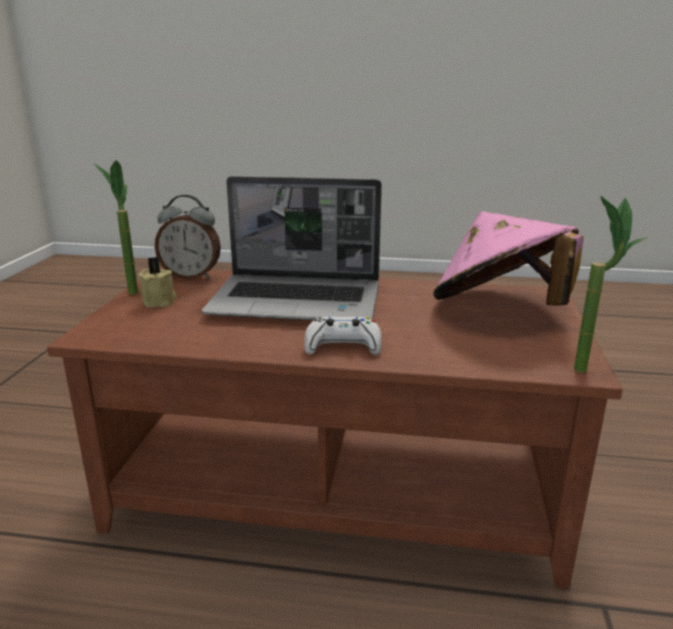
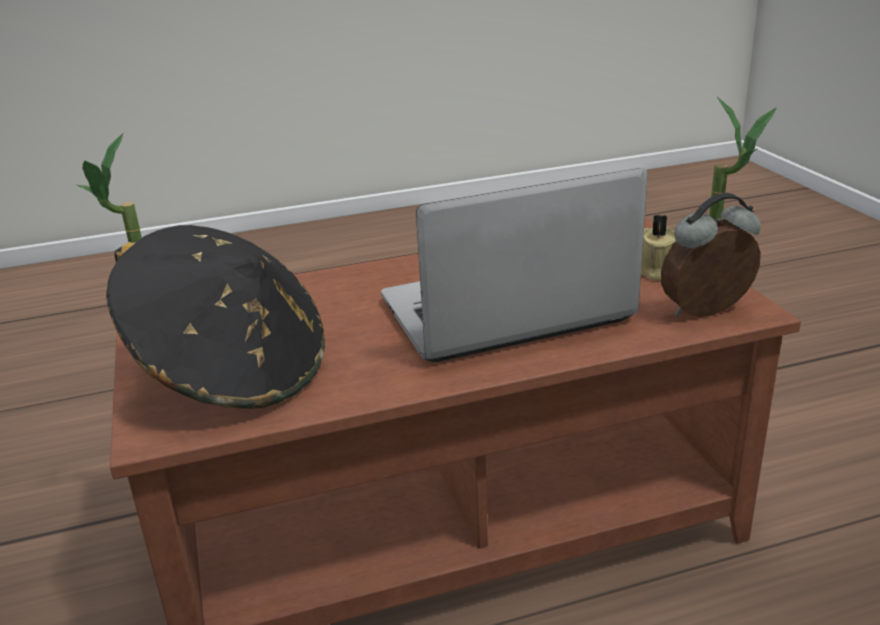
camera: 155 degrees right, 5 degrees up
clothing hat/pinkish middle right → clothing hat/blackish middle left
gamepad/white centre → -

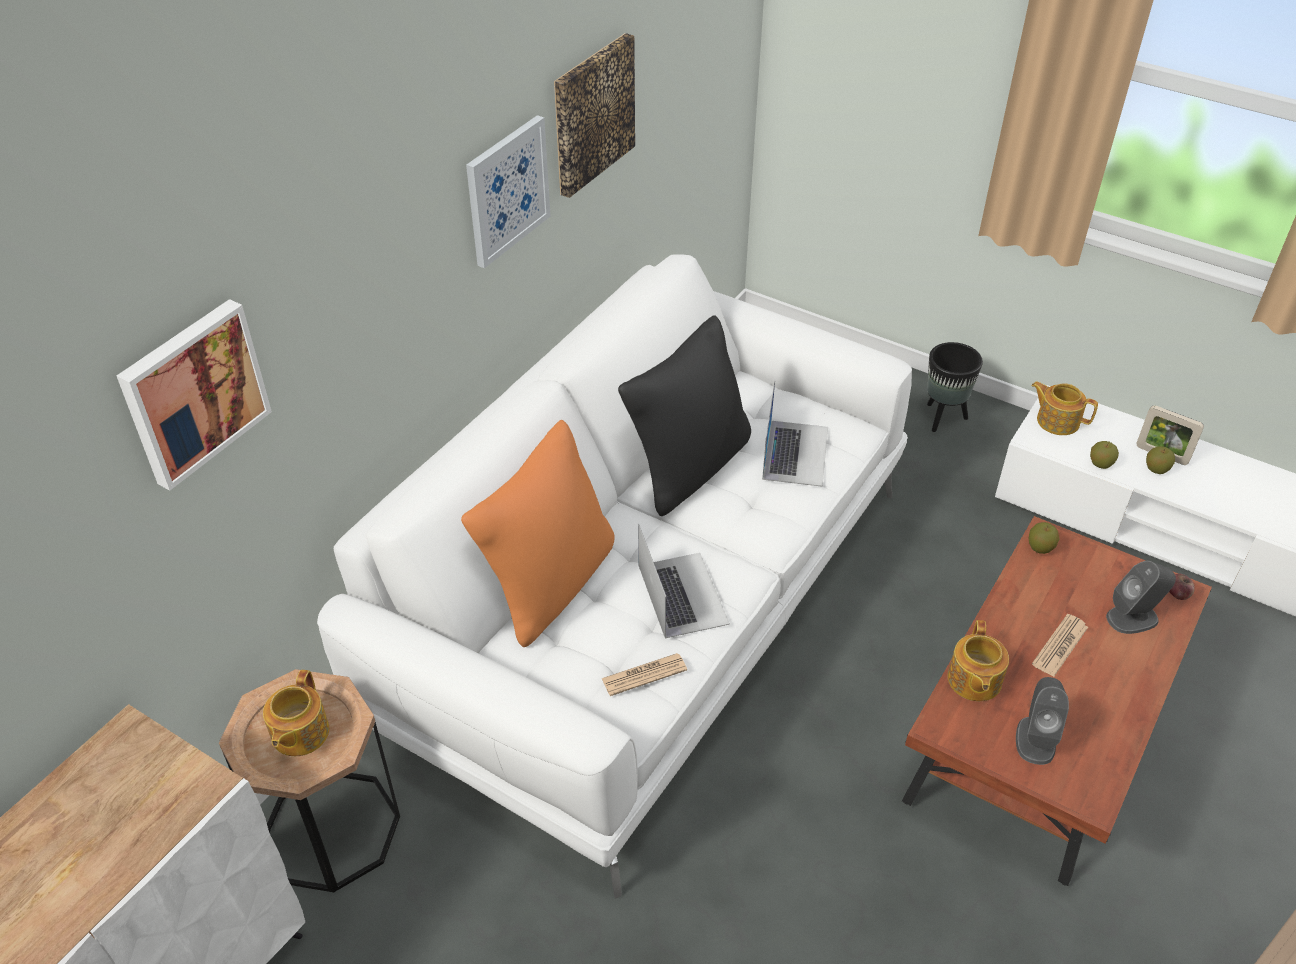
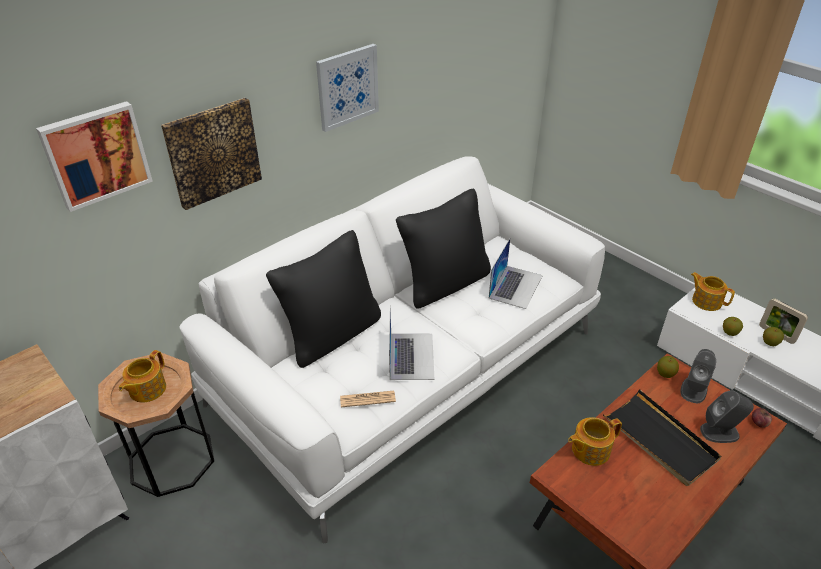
camera: 15 degrees right, 5 degrees down
picture (3rd from left in the first image) top centre → picture (2nd from left) top left, moved
flower pot/blackish middle right → -
throw pillow/orange centre → throw pillow/blackish (1st from left) centre
daily paper (2nd from left) bottom right → tray/blackish bottom right
teapot (2nd from left) bottom right, 45 degrees clockwise
loudspeaker/grey (1st from left) bottom right → loudspeaker/grey (1st from left) middle right, moved

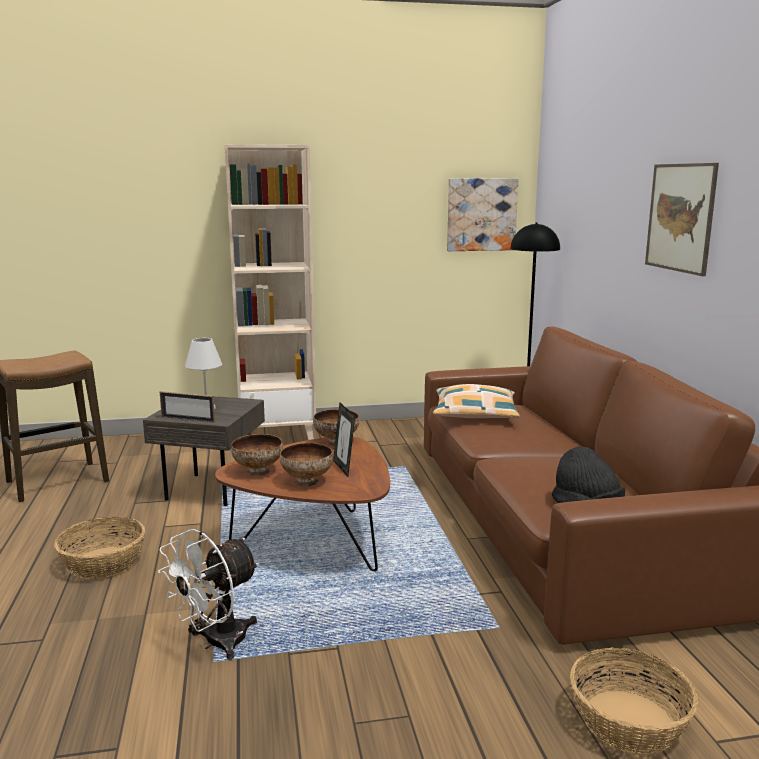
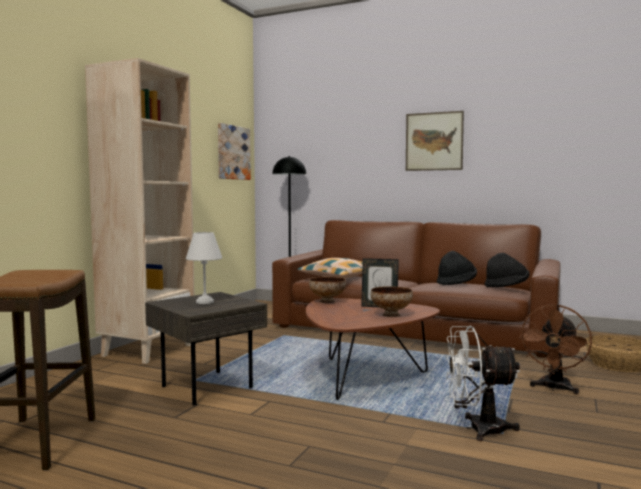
camera: 55 degrees left, 10 degrees down
standing frame (1st from left) middle left → -
serving bowl (1st from left) centre → -
basket (1st from left) bottom left → -
electric fan/white bottom left → electric fan/white bottom right, 105 degrees clockwise
- → clothing hat/blackish (1st from left) middle right
- → electric fan/brown-coloured bottom right

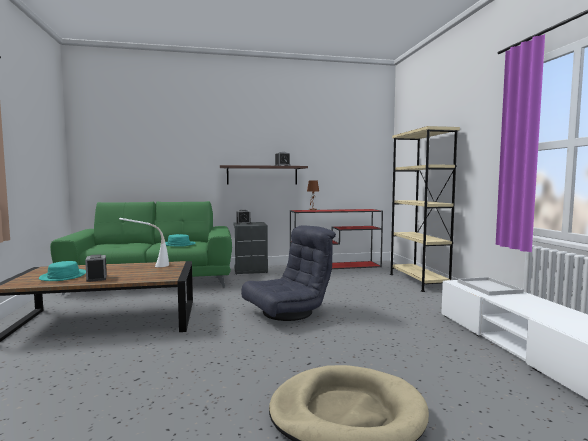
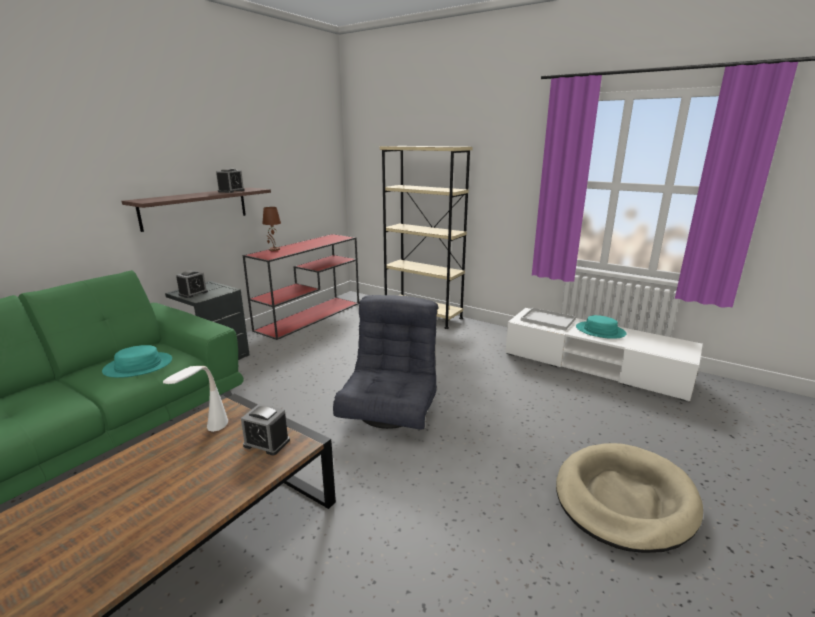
camera: 45 degrees left, 15 degrees up
alarm clock (1st from left in the first image) middle left → alarm clock (3rd from left) bottom left, moved
clothing hat/blue-green (1st from left in the first image) middle left → clothing hat/blue-green (2nd from left) middle right, moved

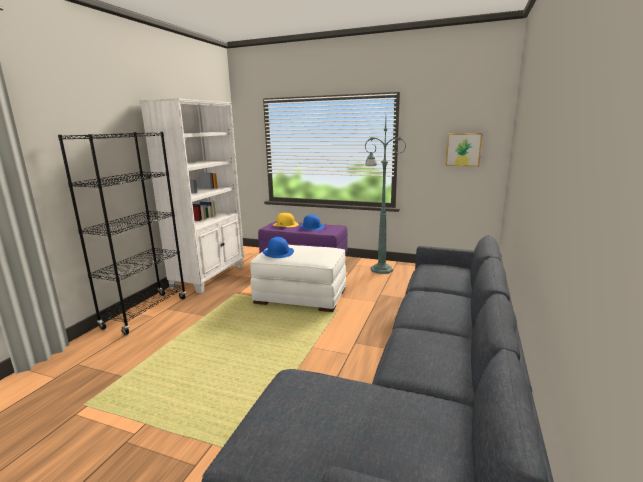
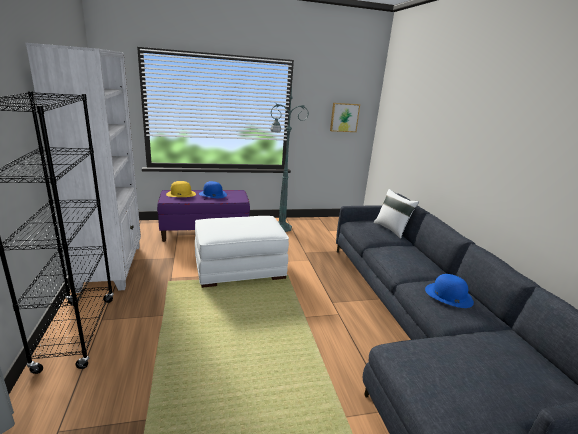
camera: 35 degrees left, 5 degrees up
clothing hat/blue (1st from left in the first image) centre → clothing hat/blue (2nd from left) bottom right, moved
- → throw pillow/white middle right

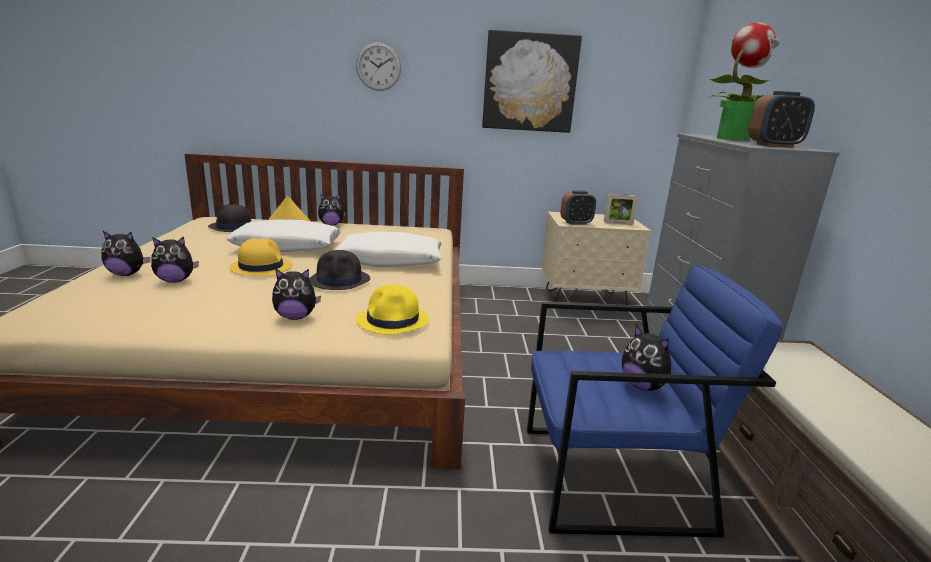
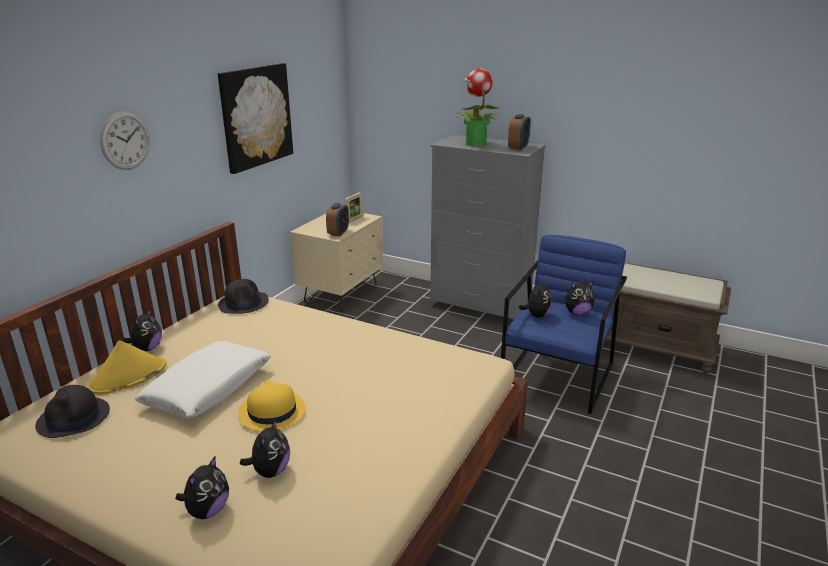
camera: 60 degrees left, 5 degrees up
throw pillow/white (2nd from left) centre → -
clothing hat/blackish (2nd from left) centre → clothing hat/blackish (2nd from left) middle left, moved
plush toy (3rd from left in the first image) middle left → plush toy (4th from left) centre, moved
clothing hat/yellow (3rd from left) centre → -

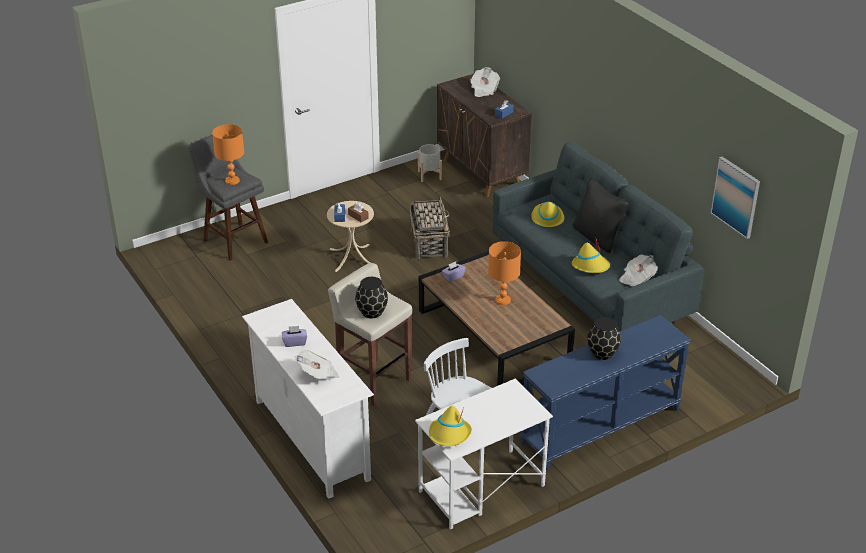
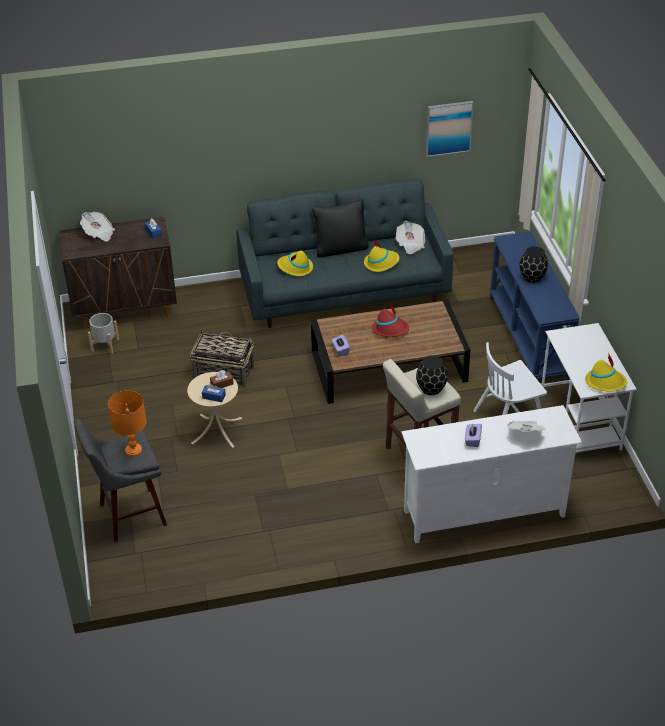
camera: 70 degrees left, 5 degrees up
tabletop lamp/orange (2nd from left) centre → clothing hat/red-coloured centre

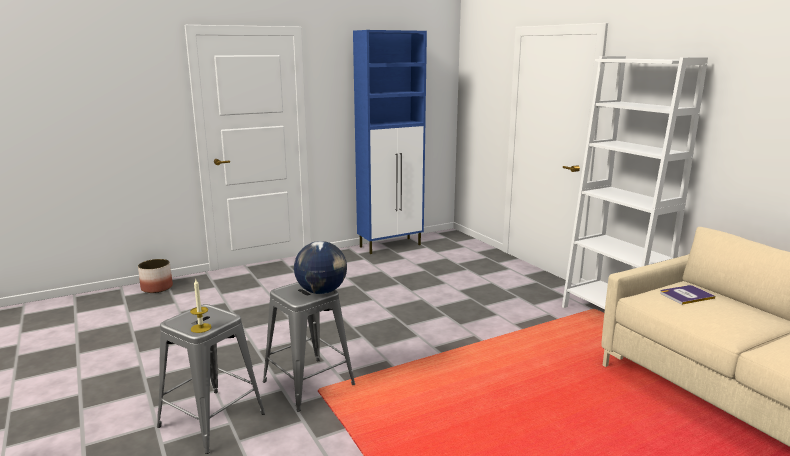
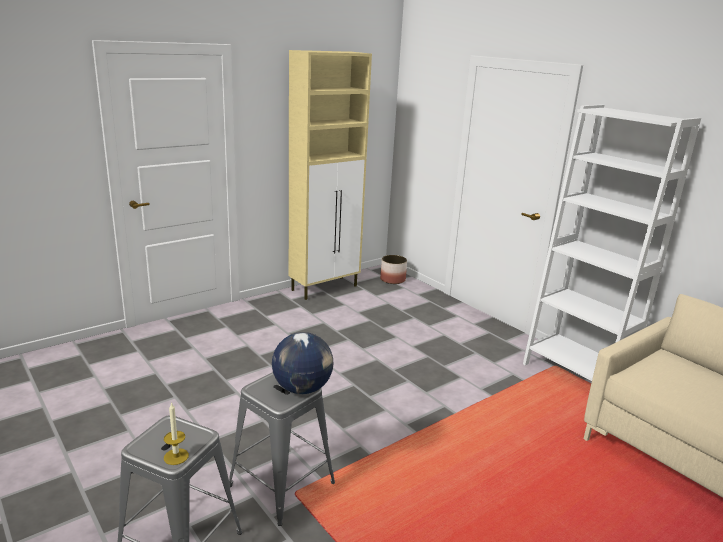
camera: 10 degrees left, 5 degrees up
cupboard/blue top centre → cupboard/beige top centre
flower pot middle left → flower pot centre, moved
bound book middle right → -

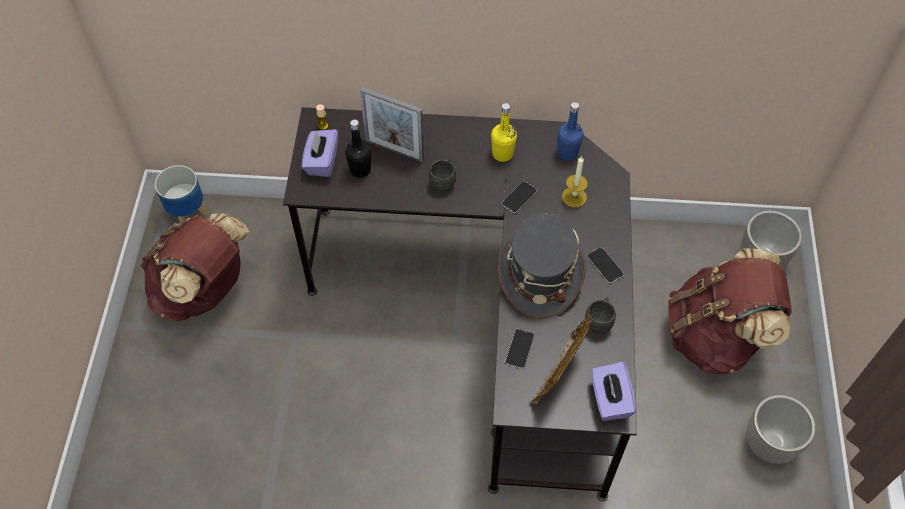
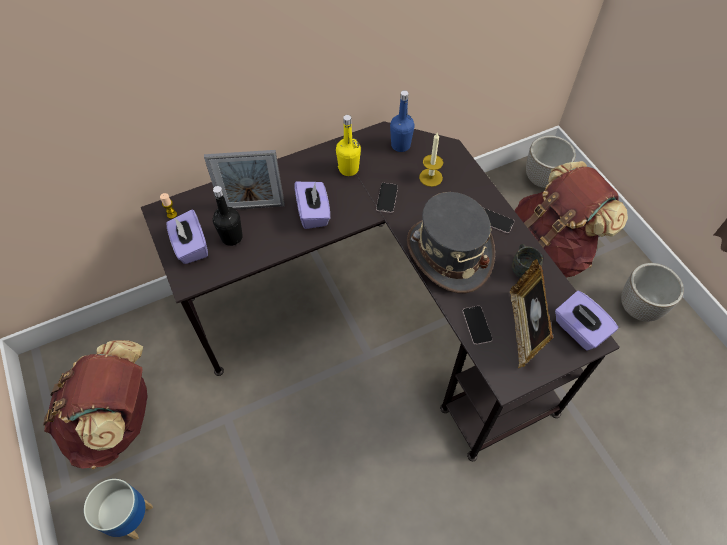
camera: 30 degrees left, 0 degrees up
mug/grey (1st from left) centre → tissue box/purple-coloured (2nd from left) centre
flower pot (1st from left) middle left → flower pot (1st from left) bottom left, moved

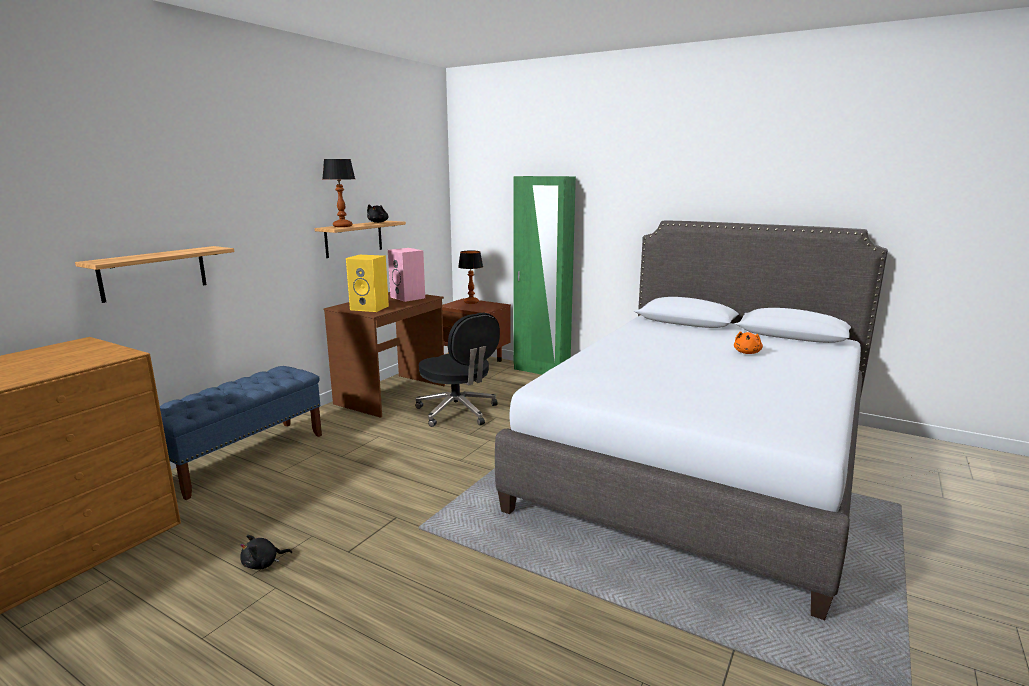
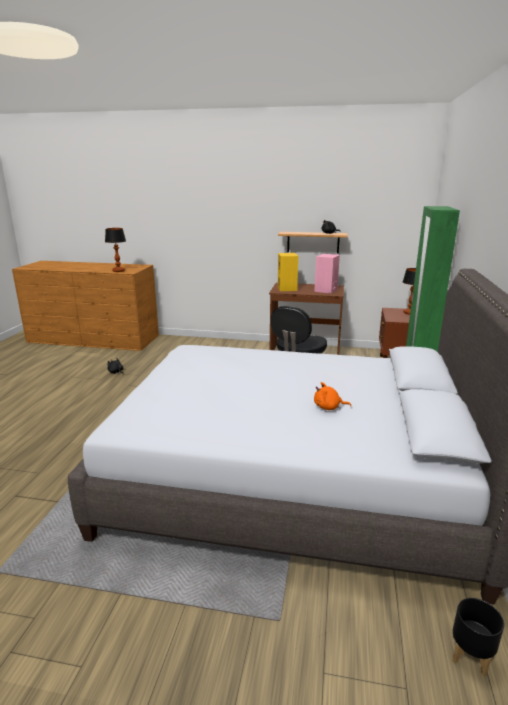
camera: 70 degrees right, 5 degrees up
tabletop lamp (1st from left) top left → tabletop lamp (1st from left) middle left, moved
wall shelf (1st from left) middle left → -
long seat/blue middle left → -
- → flower pot/blackish bottom right

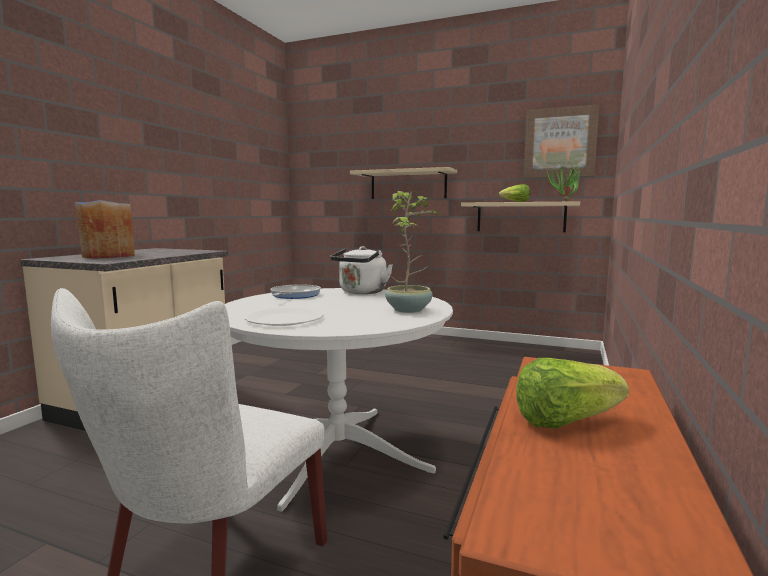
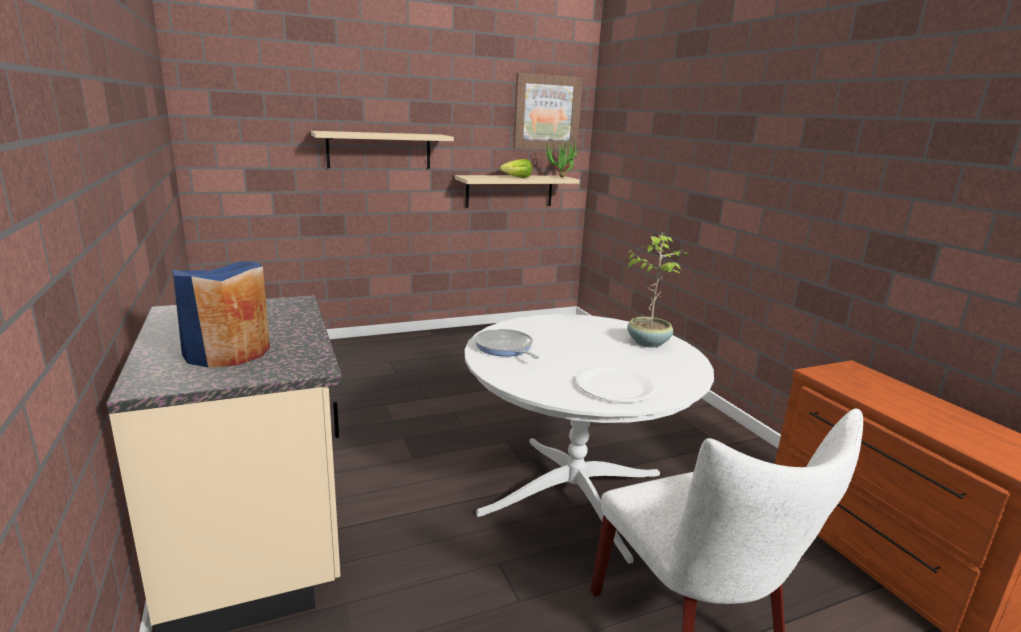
camera: 45 degrees left, 10 degrees up
tea kettle/white centre → -
lettuce head (2nd from left) bottom right → -

